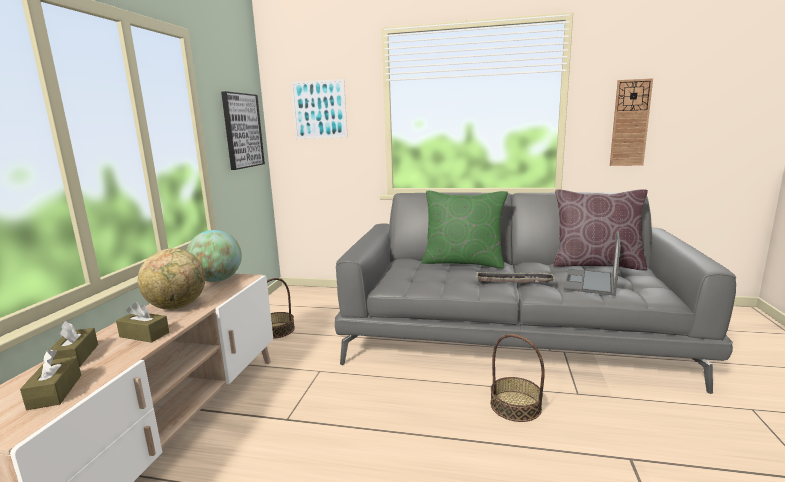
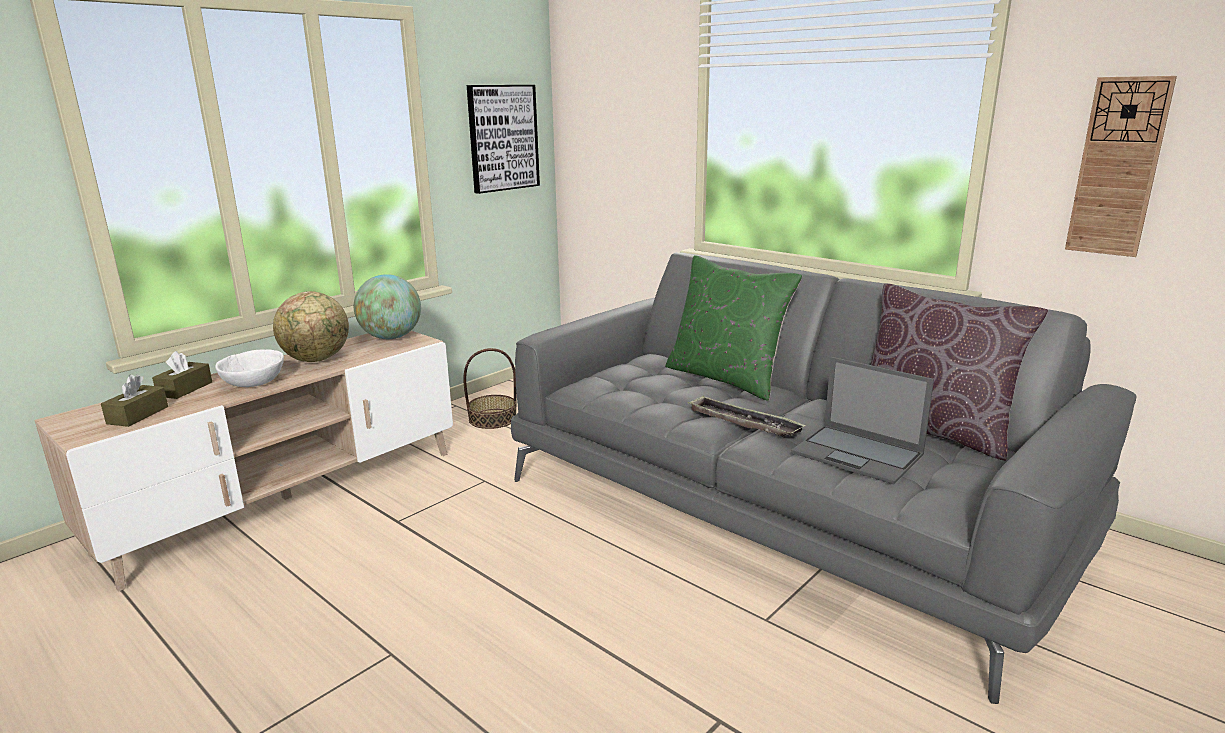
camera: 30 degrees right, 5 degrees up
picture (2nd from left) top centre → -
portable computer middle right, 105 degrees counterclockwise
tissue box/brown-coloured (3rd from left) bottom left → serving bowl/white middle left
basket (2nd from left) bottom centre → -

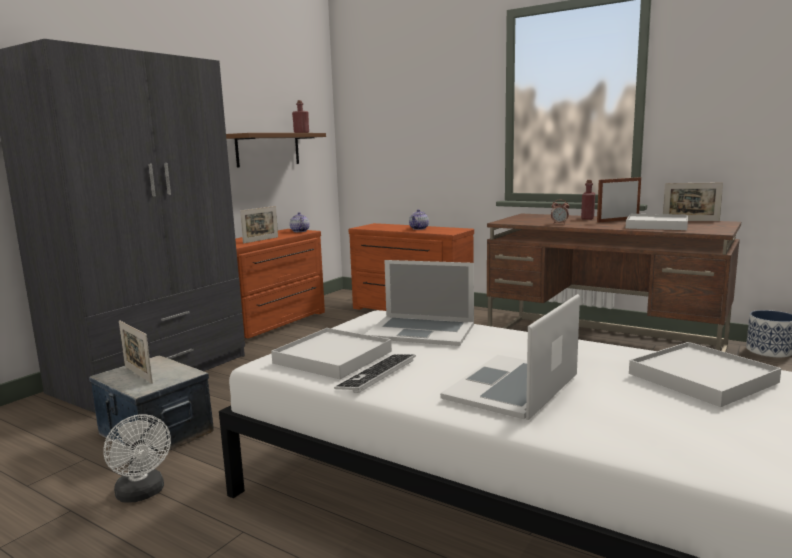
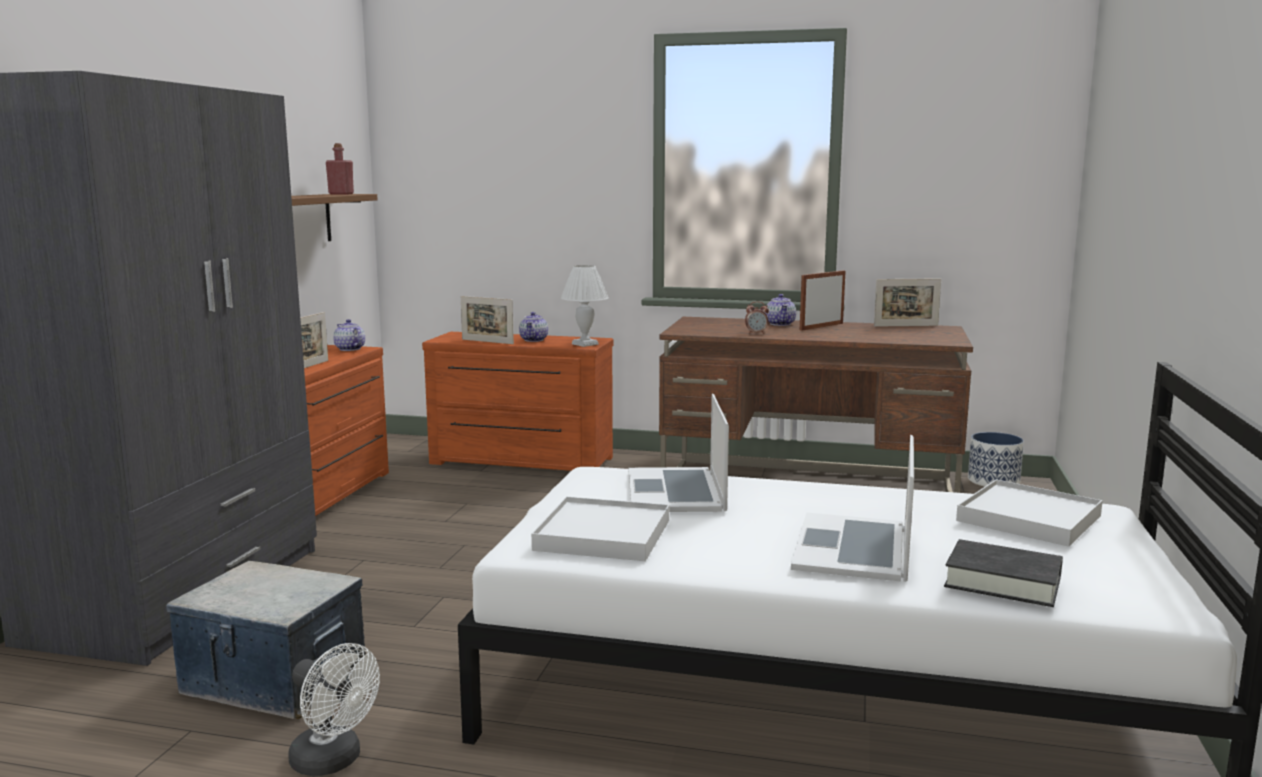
camera: 20 degrees left, 0 degrees up
bottle/red-coloured (2nd from left) middle right → teapot (3rd from left) centre
tray/white (2nd from left) middle right → -
portable computer (1st from left) centre, 90 degrees clockwise
standing frame (1st from left in the first image) middle left → standing frame (2nd from left) centre, moved
keyboard bottom centre → -
- → tabletop lamp/white centre
- → bound book/blackish bottom right

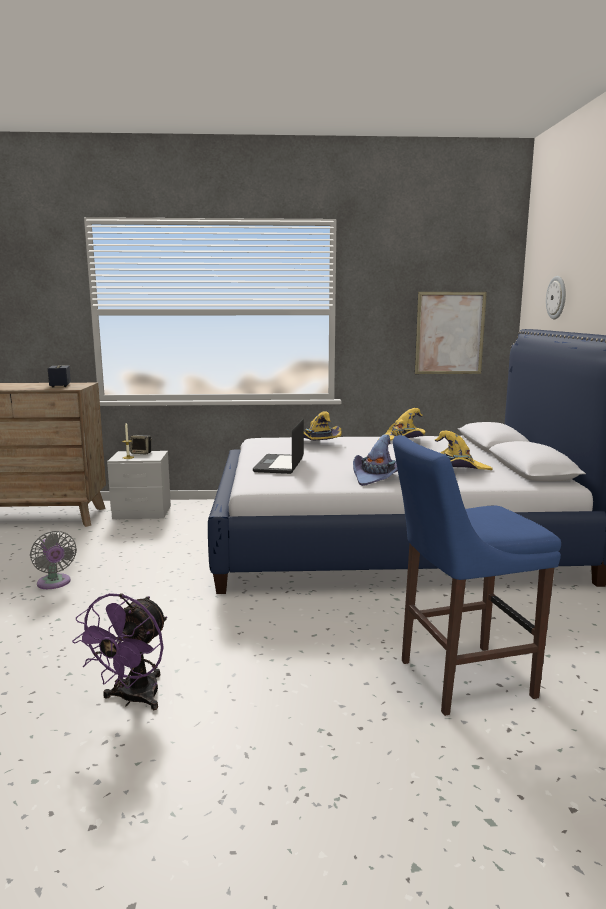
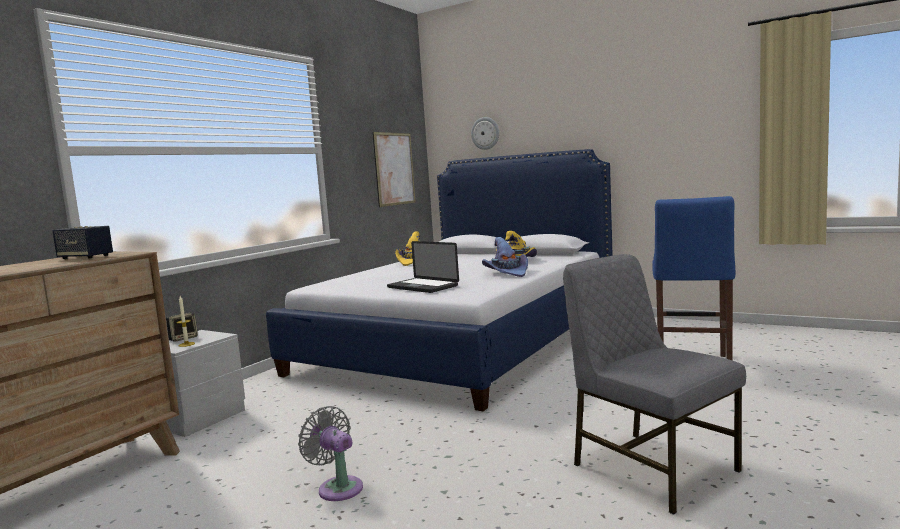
camera: 55 degrees left, 5 degrees down
clothing hat/yellow (1st from left) centre → -
electric fan/grey middle left → electric fan/grey bottom centre, 135 degrees counterclockwise
electric fan/purple-coloured bottom left → plain chair/grey bottom right

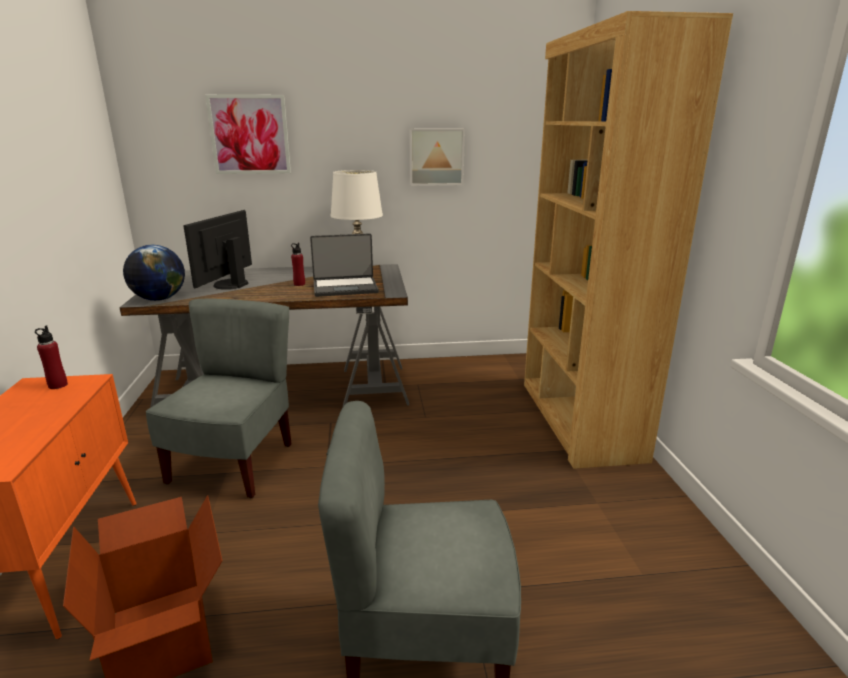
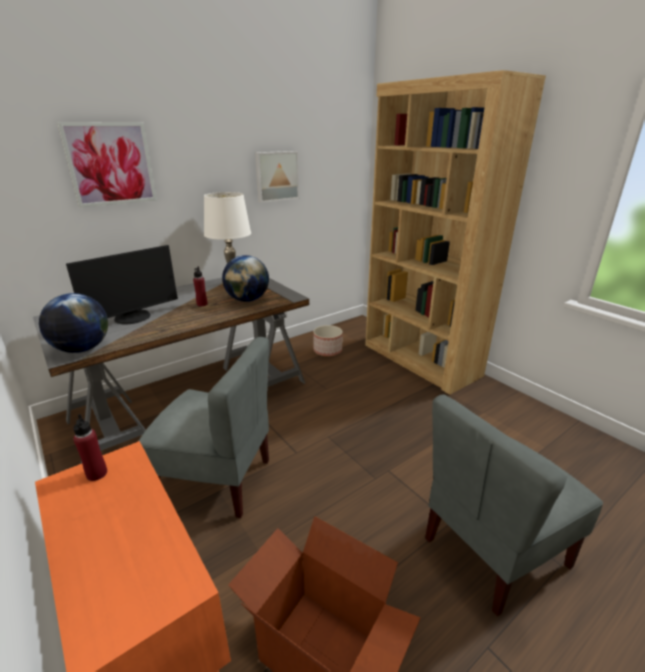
camera: 30 degrees left, 5 degrees up
computer screen middle left, 120 degrees counterclockwise
portable computer centre → world globe (2nd from left) centre
plain chair/grey (1st from left) middle left, 120 degrees clockwise
- → flower pot centre

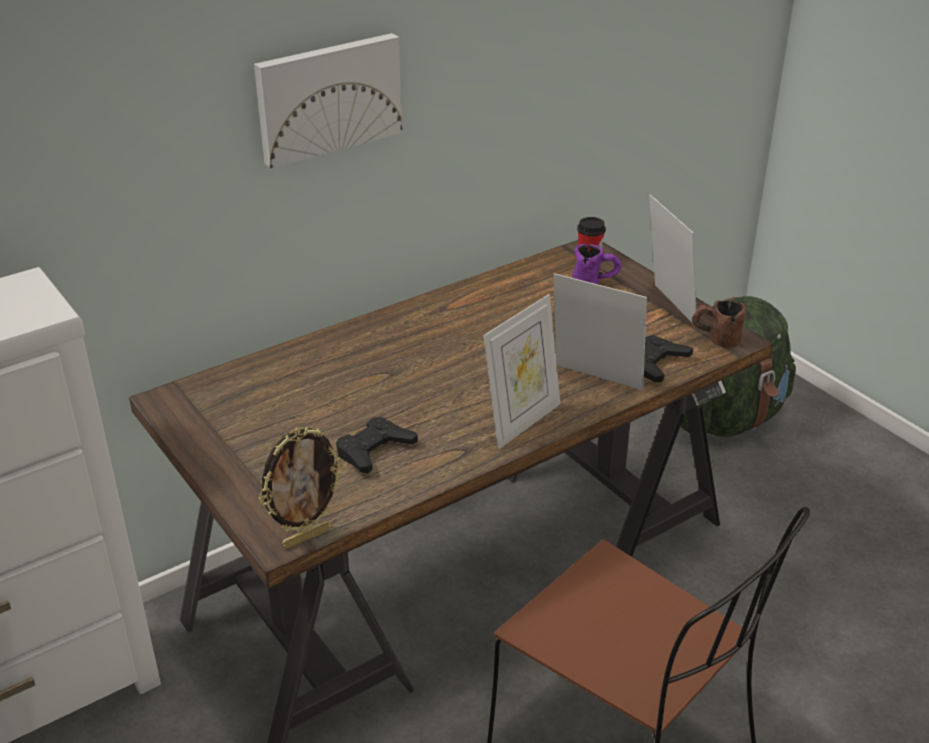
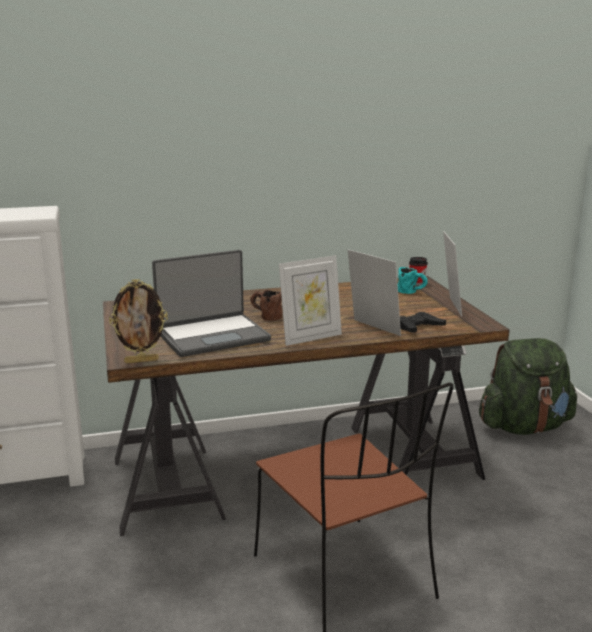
camera: 20 degrees right, 15 degrees down
picture top centre → -
mug/purple-coloured centre → mug/blue-green middle right
mug/brown-coloured middle right → mug/brown-coloured centre, moved
gamepad/blackish (1st from left) centre → portable computer centre

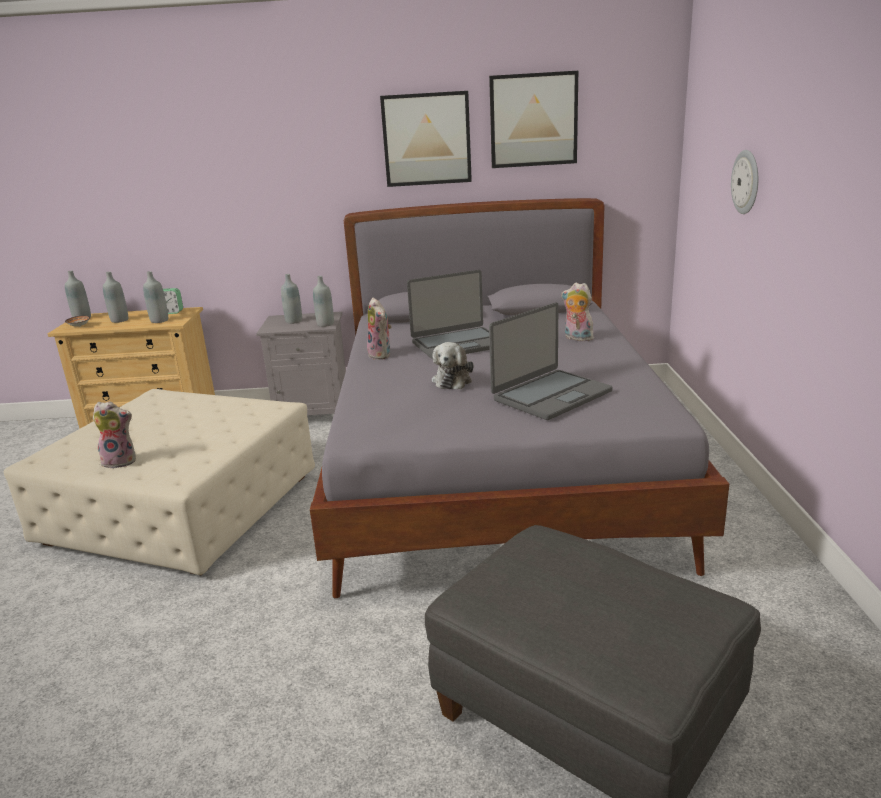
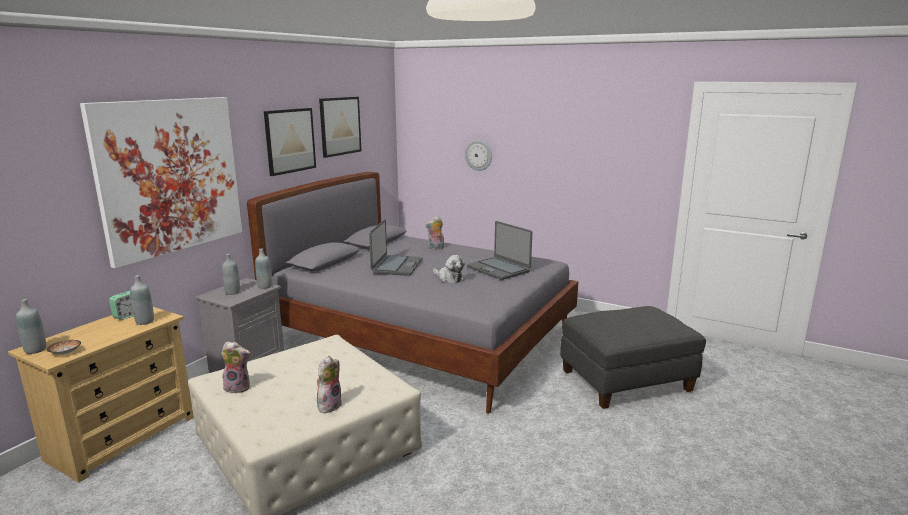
camera: 60 degrees left, 5 degrees down
bottle/grey (2nd from left) middle left → -
plush toy (2nd from left in the first image) centre → plush toy (1st from left) bottom left, moved
portable computer (2nd from left) centre, 150 degrees clockwise
- → picture (1st from left) middle left

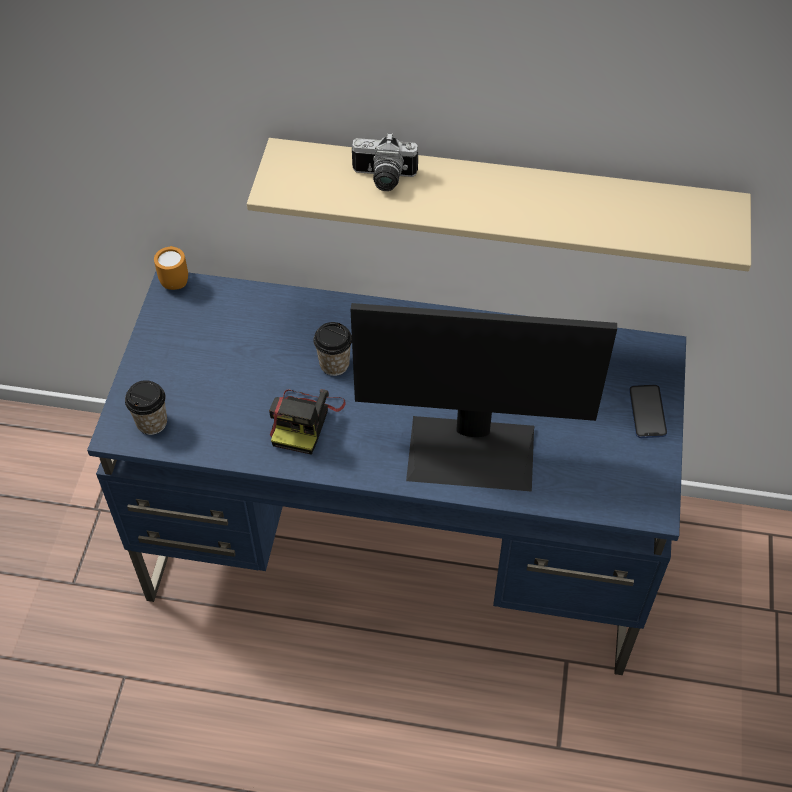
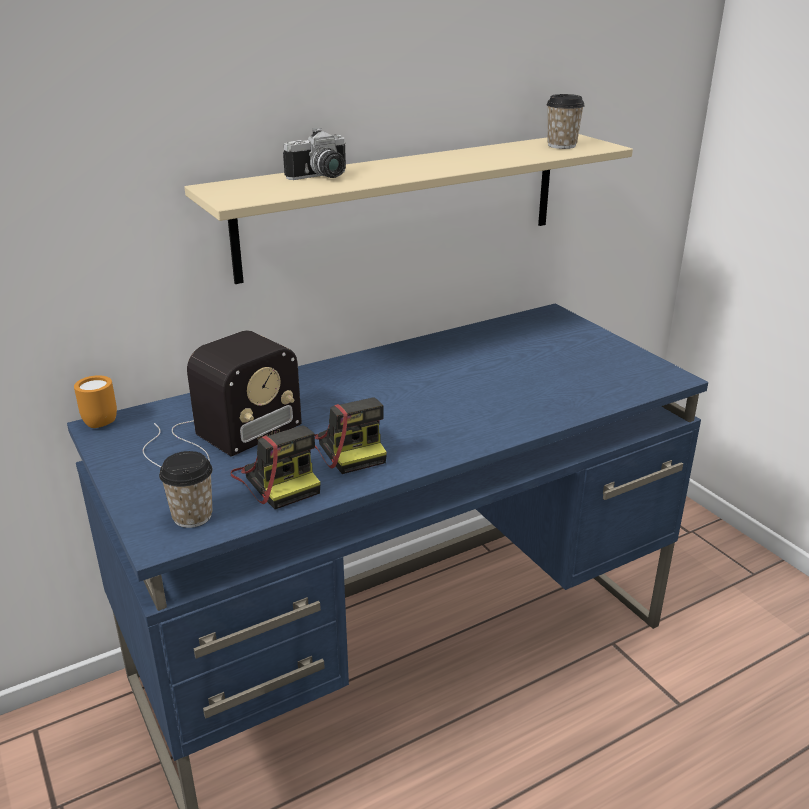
camera: 40 degrees left, 25 degrees down
computer screen centre → -
cup (2nd from left) centre → cup (2nd from left) top right, moved
telephone middle right → -
- → radio receiver middle left
- → still camera (1st from left) centre

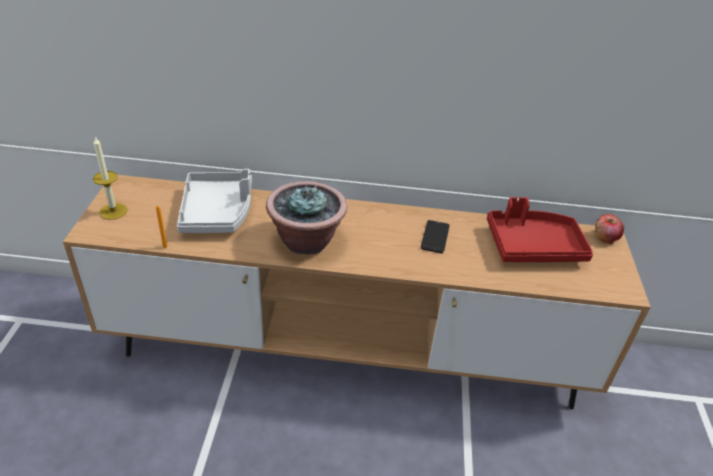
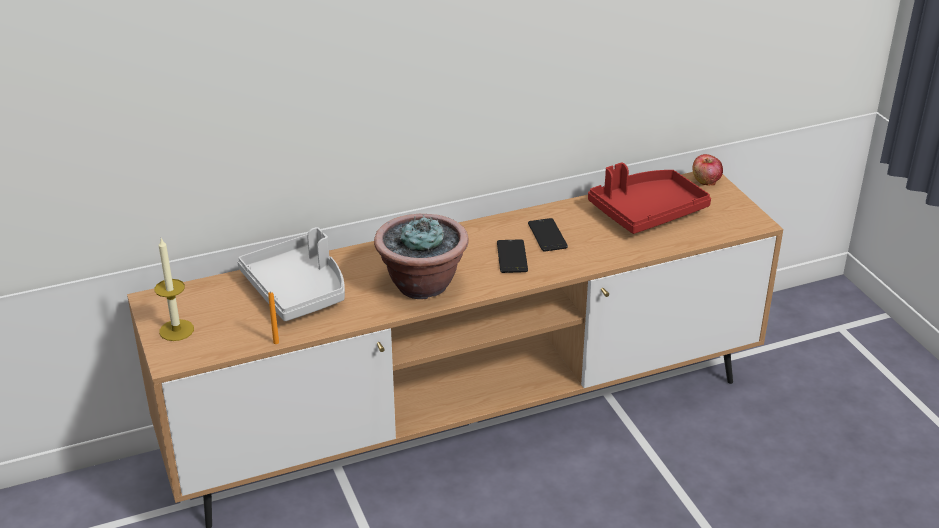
camera: 25 degrees left, 5 degrees down
- → telephone (1st from left) centre

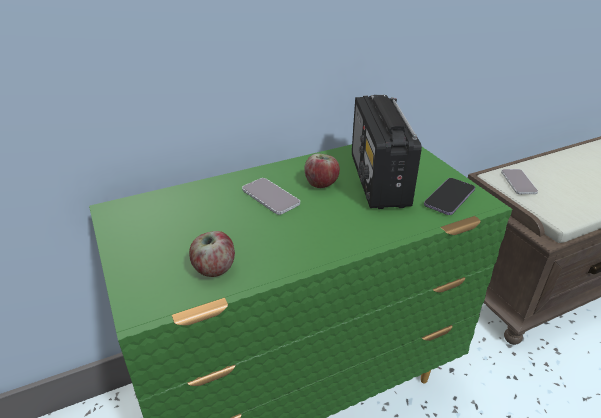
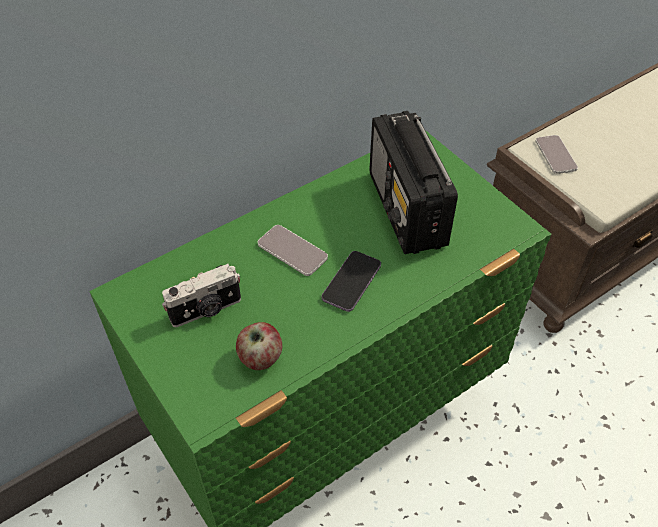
camera: 10 degrees left, 15 degrees up
apple fruit (2nd from left) centre → -
telephone (2nd from left) middle right → telephone (2nd from left) centre, moved
- → still camera middle left

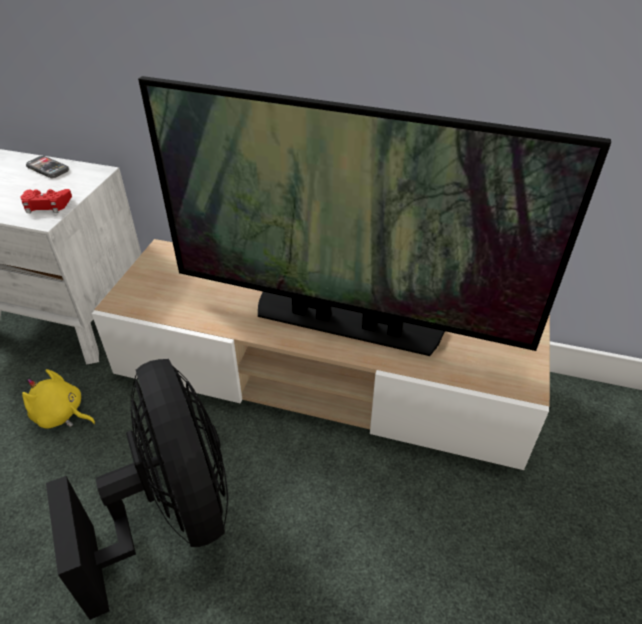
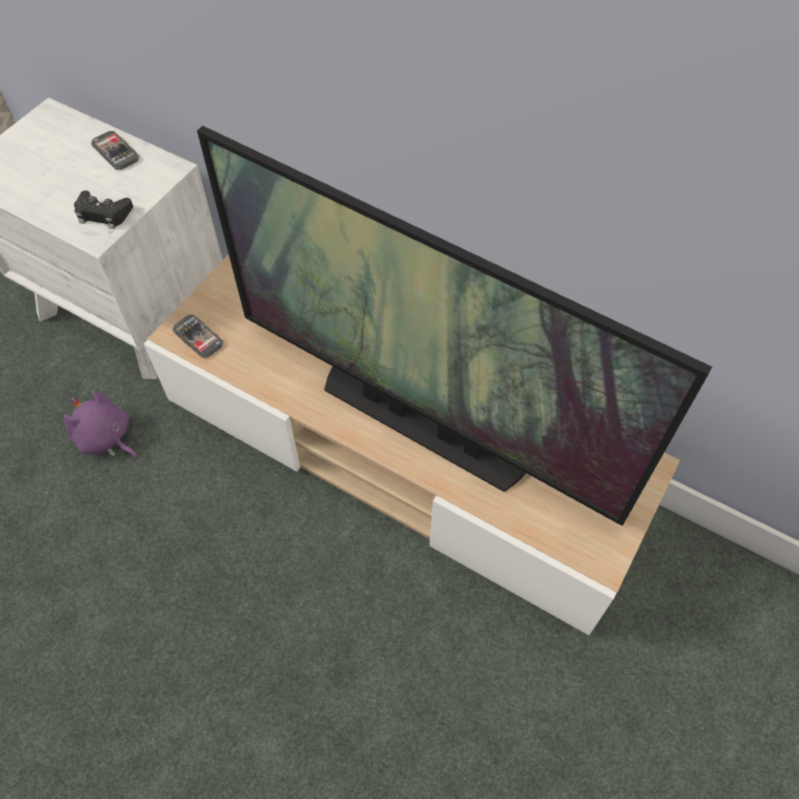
camera: 15 degrees right, 15 degrees up
gamepad/red-coloured top left → gamepad/blackish top left
electric fan/blackish bottom left → -
plush toy/yellow middle left → plush toy/purple-coloured middle left
- → telephone (2nd from left) middle left

